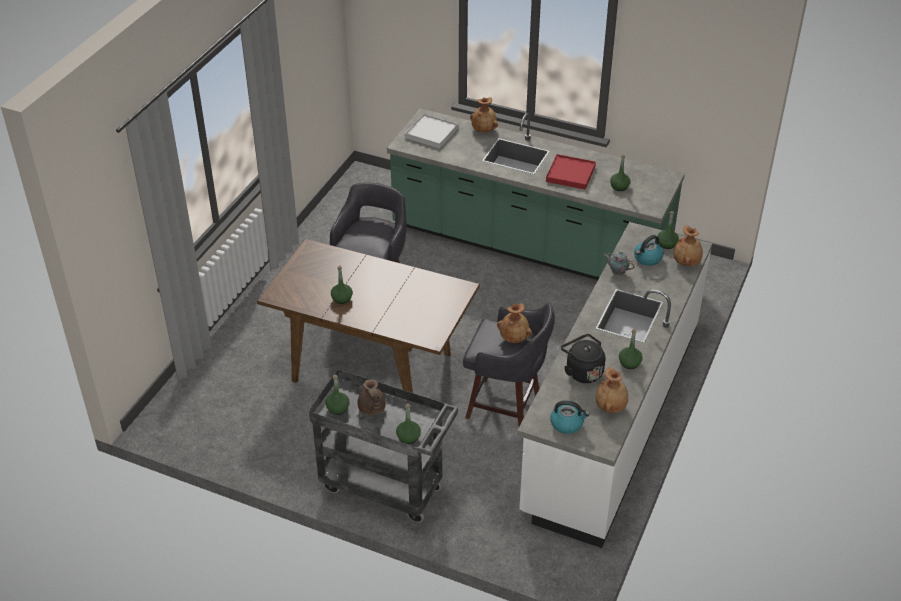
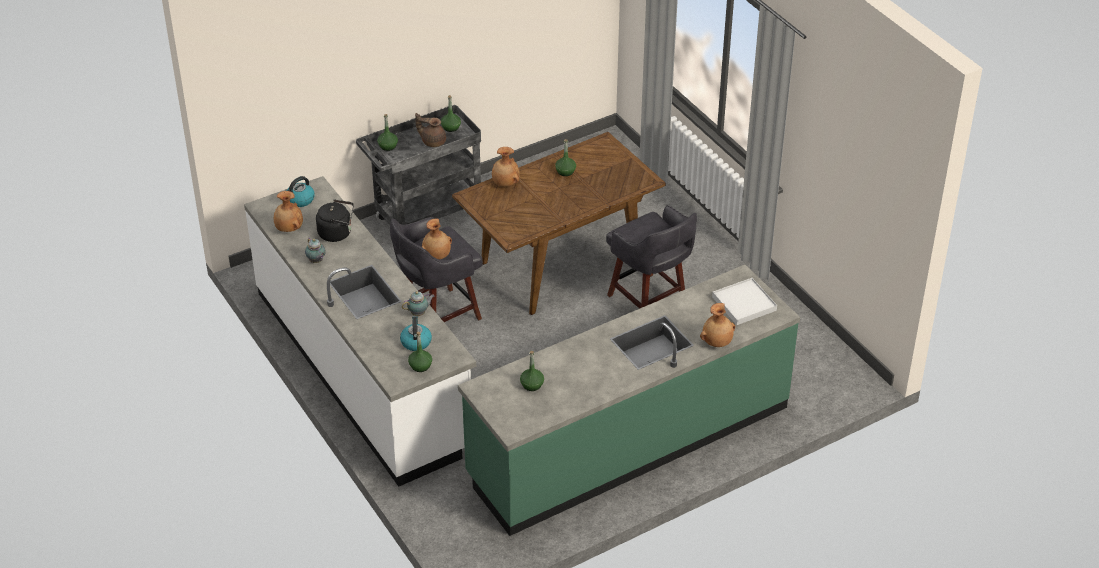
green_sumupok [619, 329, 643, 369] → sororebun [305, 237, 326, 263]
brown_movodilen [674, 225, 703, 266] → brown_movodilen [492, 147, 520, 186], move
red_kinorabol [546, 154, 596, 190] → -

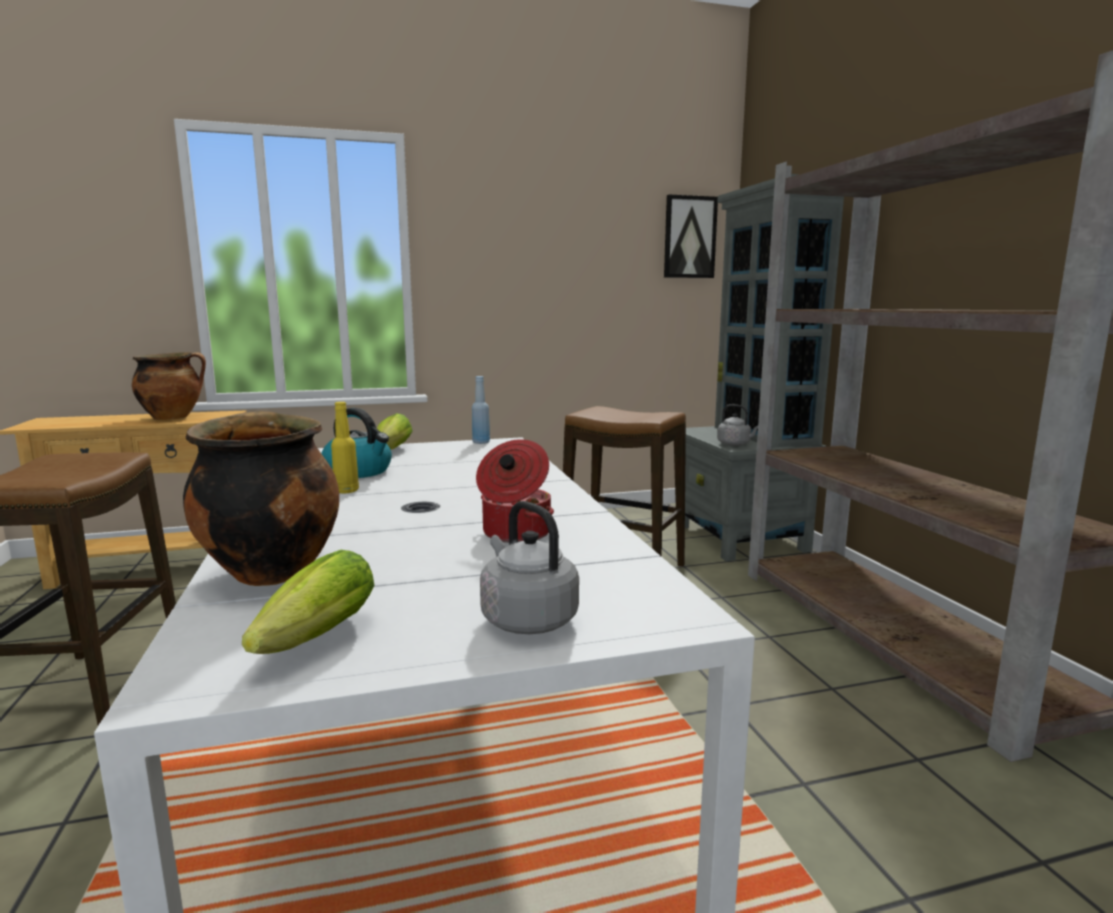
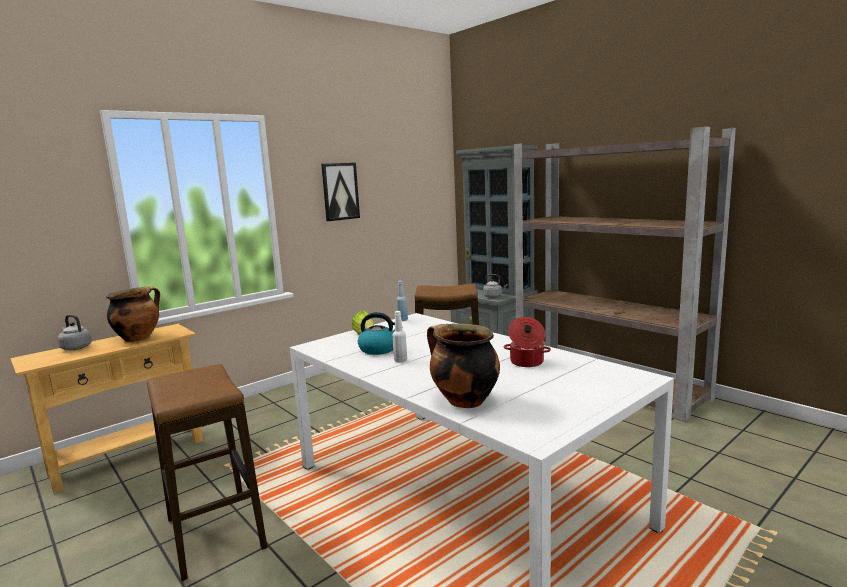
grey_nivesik [480, 501, 579, 634] → grey_nivesik [58, 315, 92, 350], move
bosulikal [664, 195, 718, 278] → bosulikal [321, 163, 360, 221], move
yellow_sumupok [331, 402, 359, 493] → white_sumupok [393, 311, 407, 362]
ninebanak [242, 550, 374, 654] → -

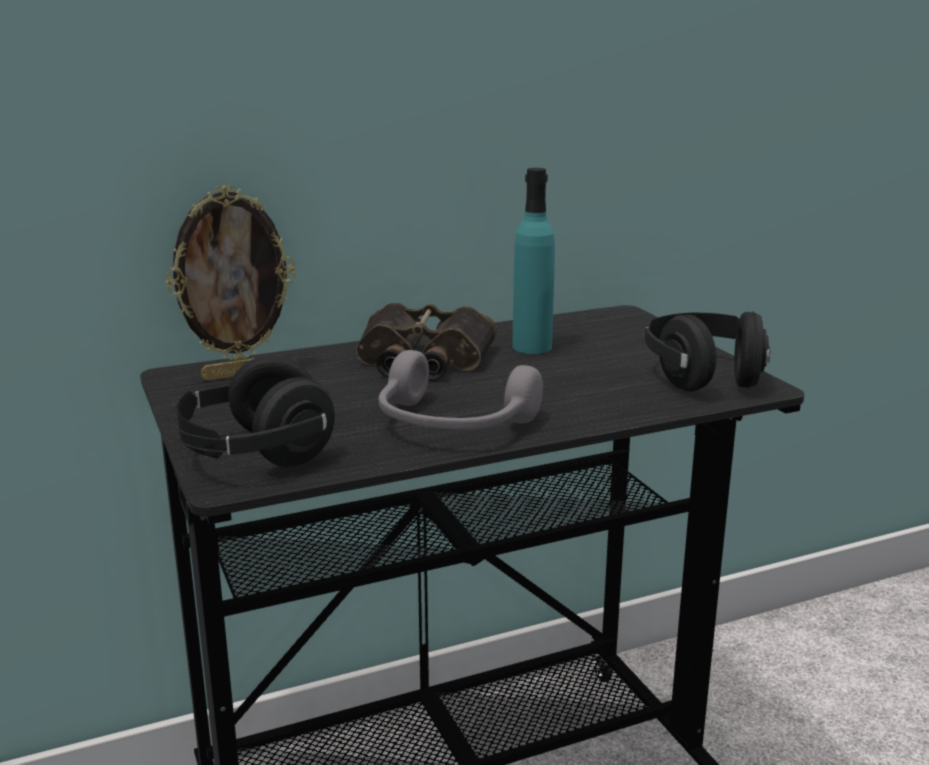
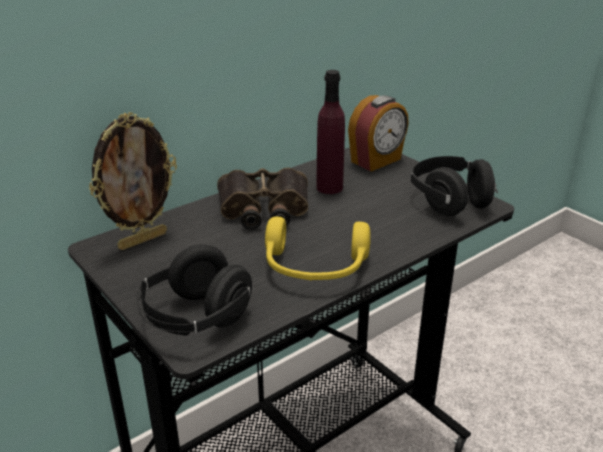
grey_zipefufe [378, 350, 543, 429] → yellow_zipefufe [265, 216, 371, 281]
turquoise_sumupok [512, 168, 555, 354] → purple_sumupok [316, 70, 345, 194]
- → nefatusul [348, 95, 409, 172]

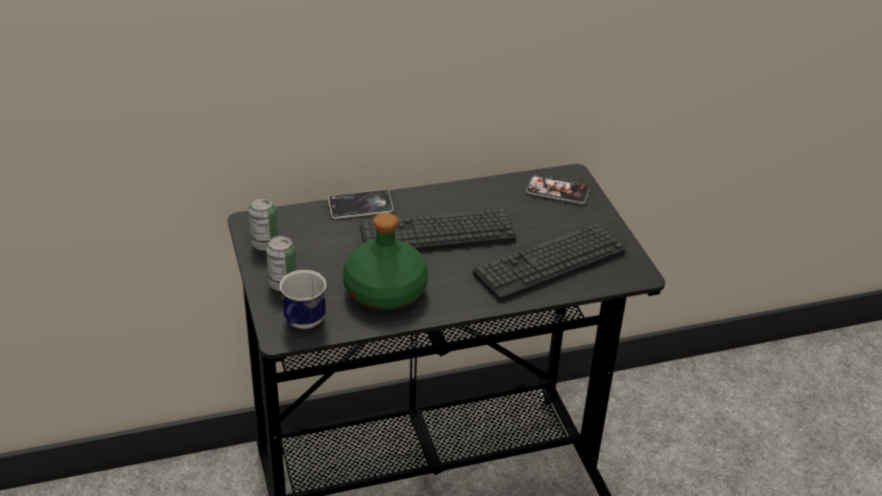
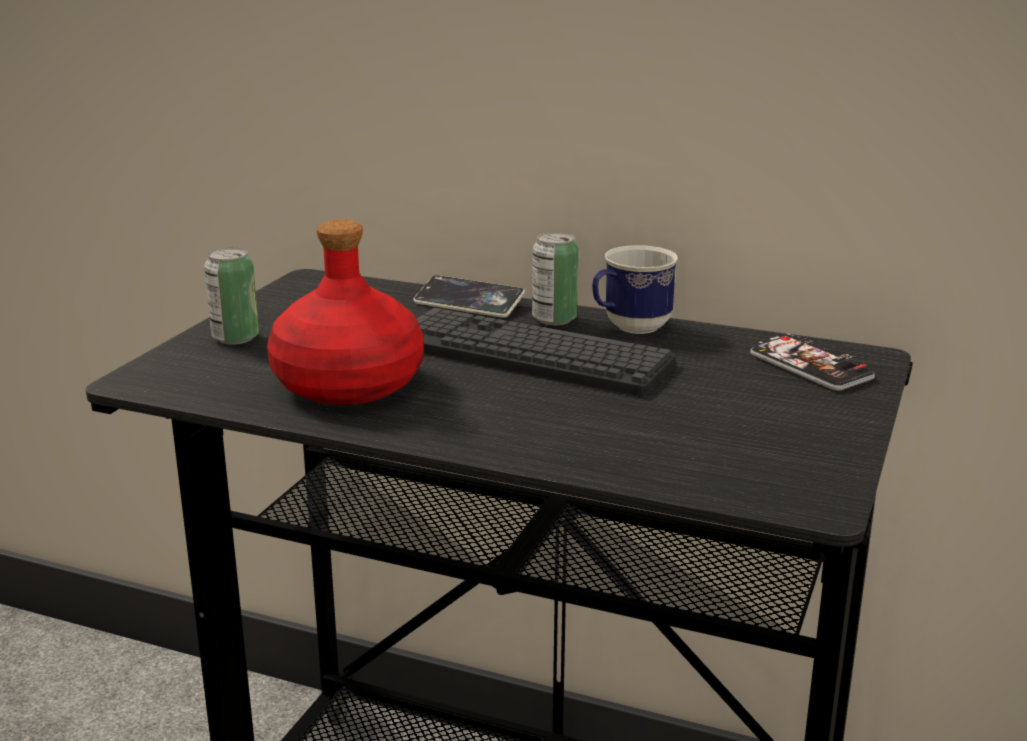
green_sumupok [343, 213, 428, 311] → red_sumupok [267, 220, 424, 405]
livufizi [248, 197, 278, 251] → livufizi [532, 232, 579, 325], move
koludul [280, 270, 326, 329] → koludul [592, 245, 678, 334], move
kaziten [473, 223, 626, 302] → -

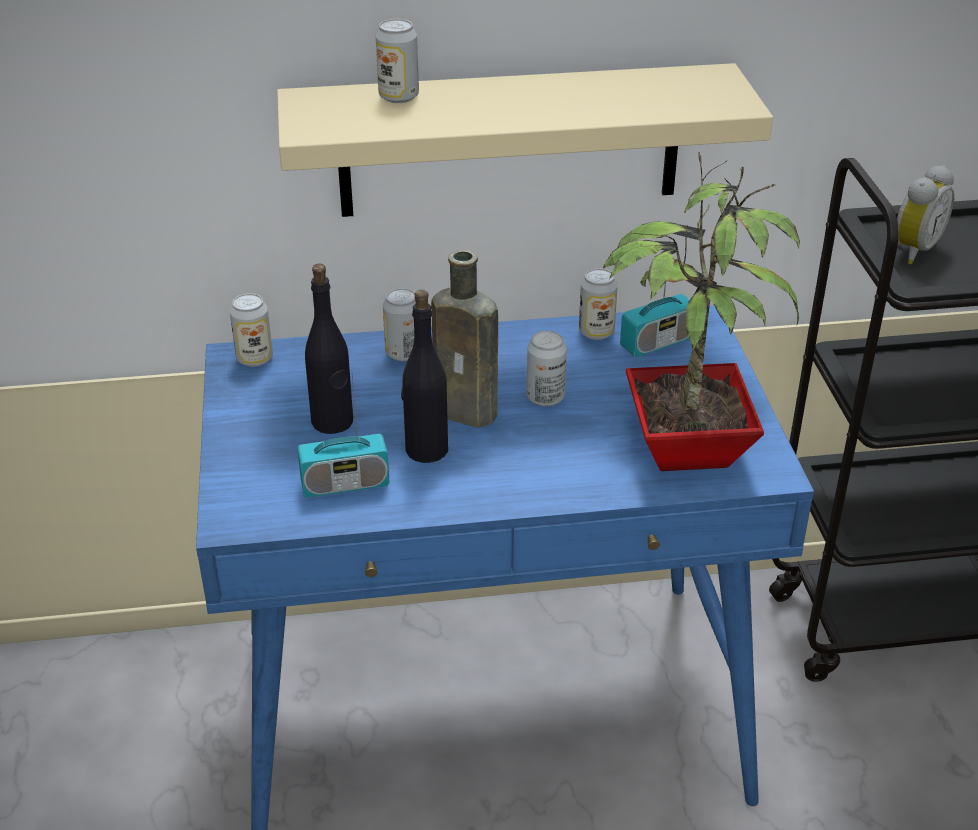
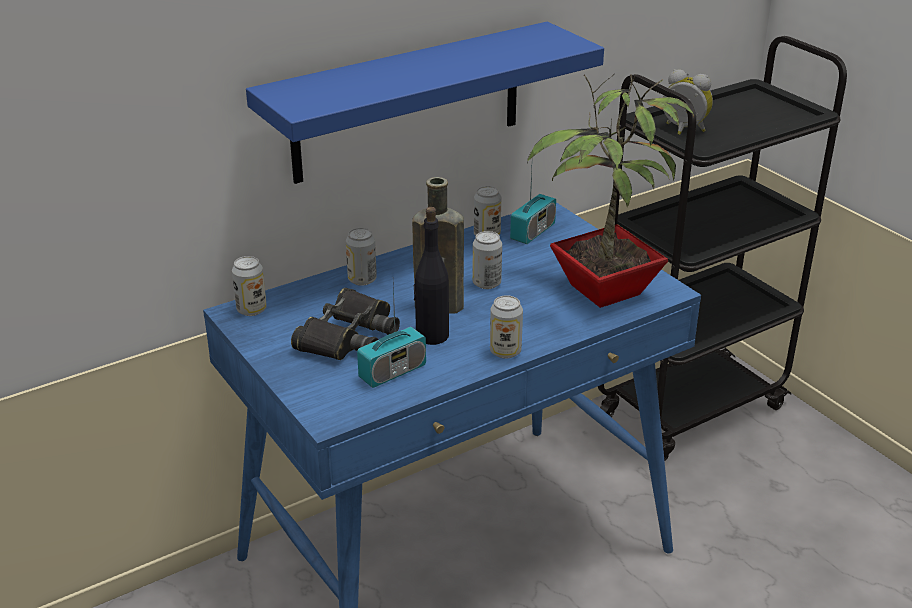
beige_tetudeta [277, 63, 773, 217] → blue_tetudeta [246, 22, 604, 184]
black_sumupok [305, 264, 353, 434] → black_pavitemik [291, 288, 400, 360]
livufizi [376, 19, 419, 103] → livufizi [490, 295, 523, 359], move
nefatusul [897, 165, 954, 264] → nefatusul [663, 69, 713, 135], 75 degrees counterclockwise

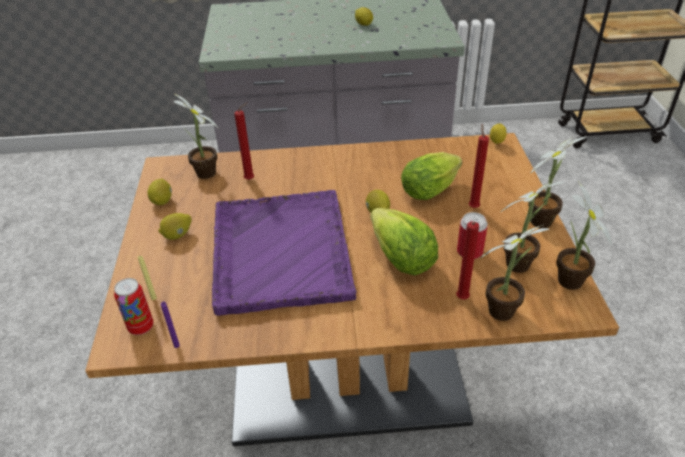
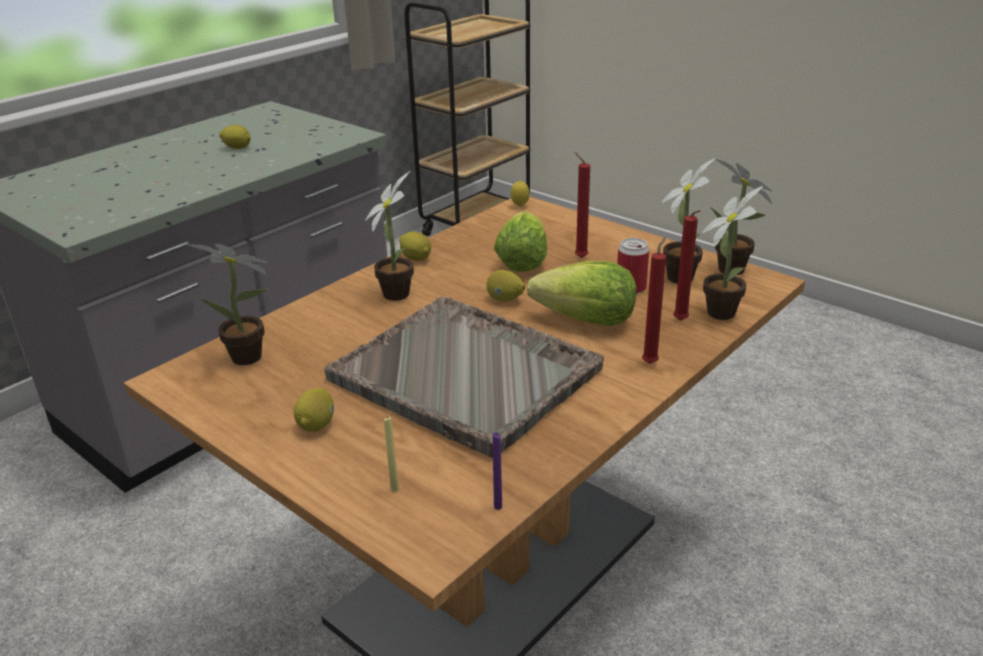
purple_kinorabol [212, 190, 357, 316] → grey_kinorabol [324, 296, 604, 458]
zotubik [528, 137, 586, 228] → zotubik [364, 171, 414, 301], move
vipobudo [147, 179, 172, 205] → vipobudo [399, 231, 431, 261], move
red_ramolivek [234, 103, 254, 180] → red_ramolivek [642, 237, 666, 364], move
livufizi [114, 278, 153, 335] → -

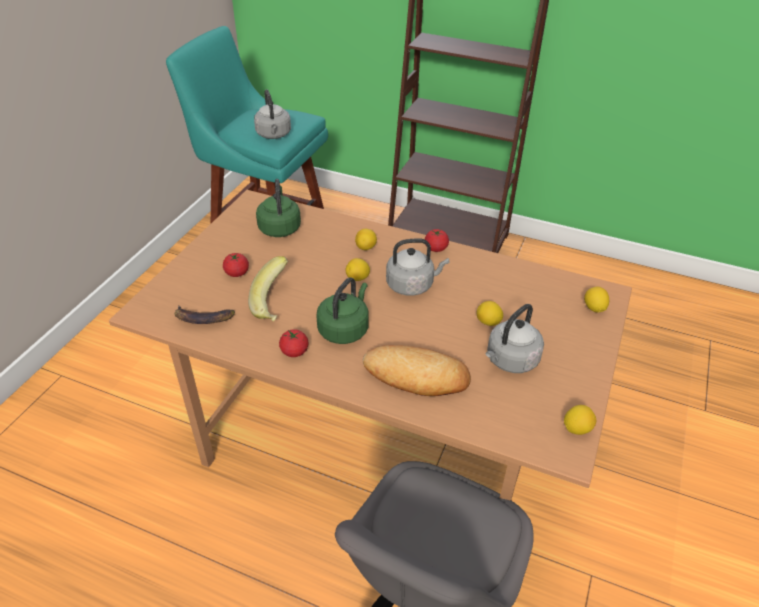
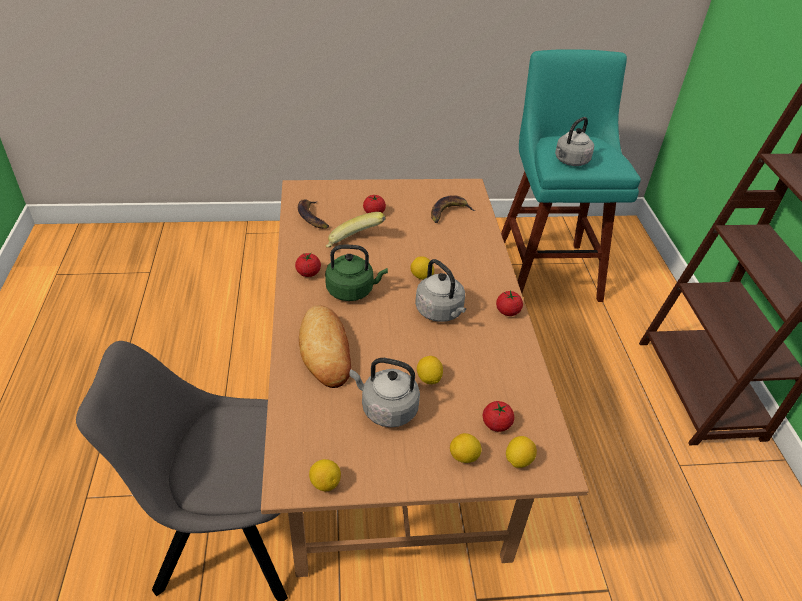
green_nivesik [256, 179, 301, 237] → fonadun [431, 195, 476, 223]
vipobudo [355, 229, 377, 250] → vipobudo [450, 433, 482, 463], move
- → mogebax [483, 401, 514, 432]

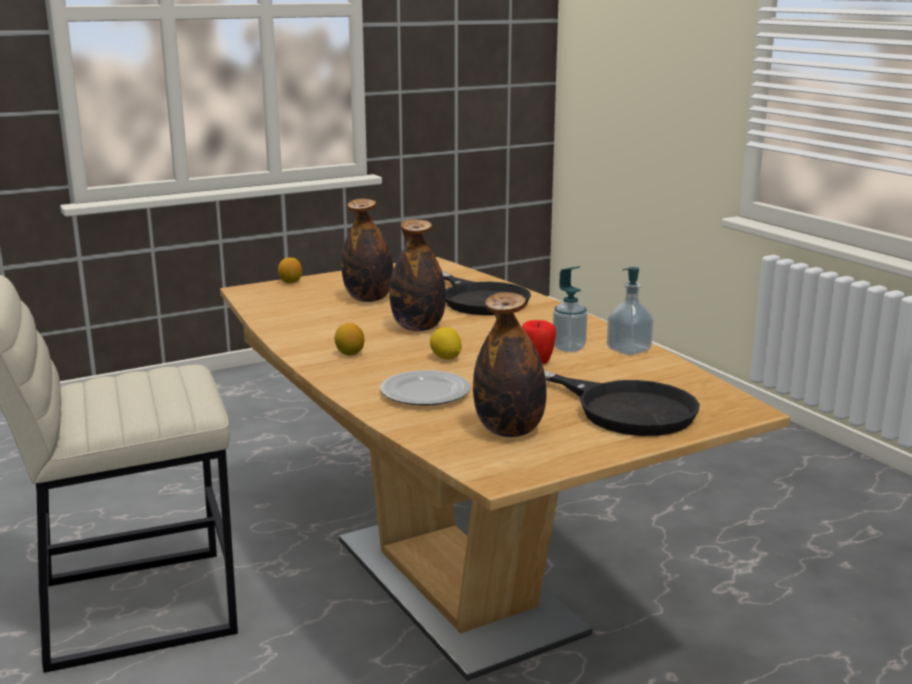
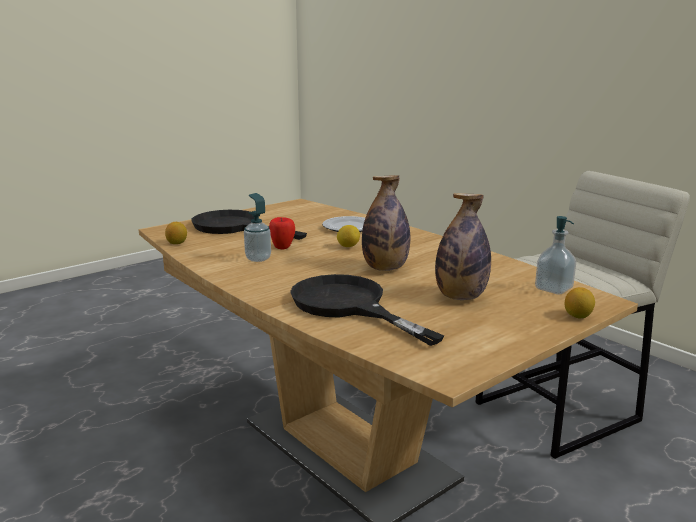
vipobudo [334, 323, 364, 355] → vipobudo [165, 222, 187, 244], move
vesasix [607, 267, 654, 355] → vesasix [535, 216, 576, 294], move
sumupok [473, 292, 547, 437] → -

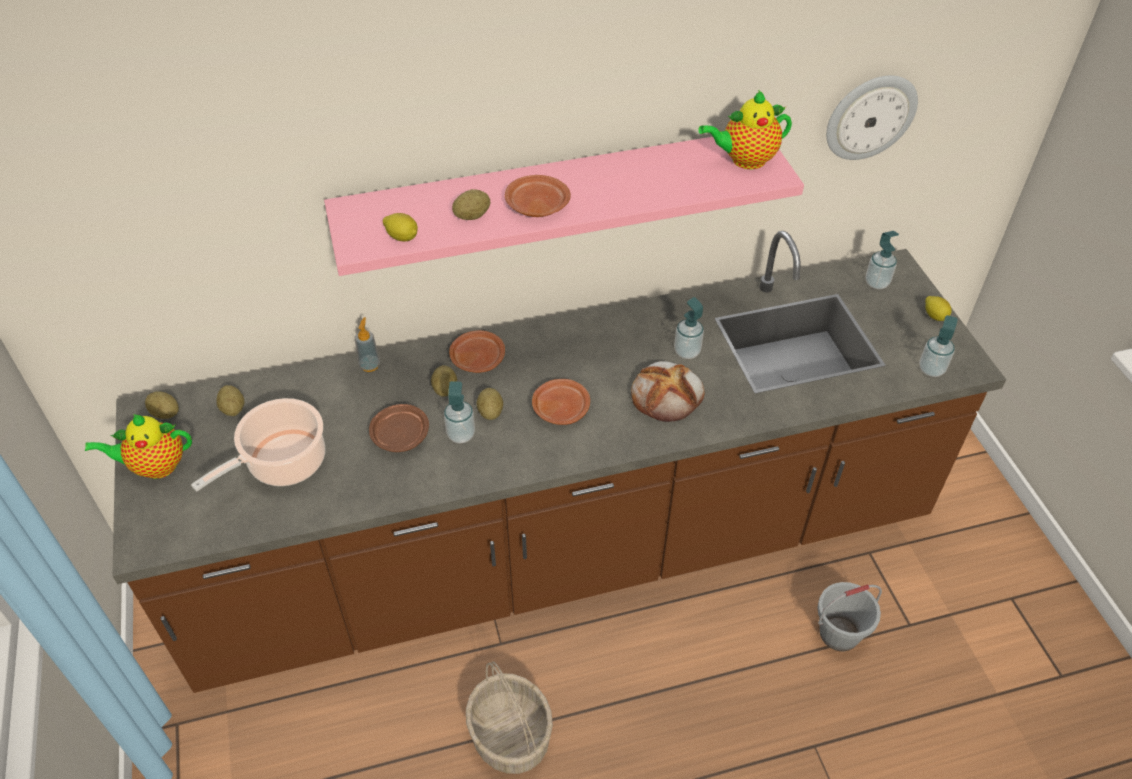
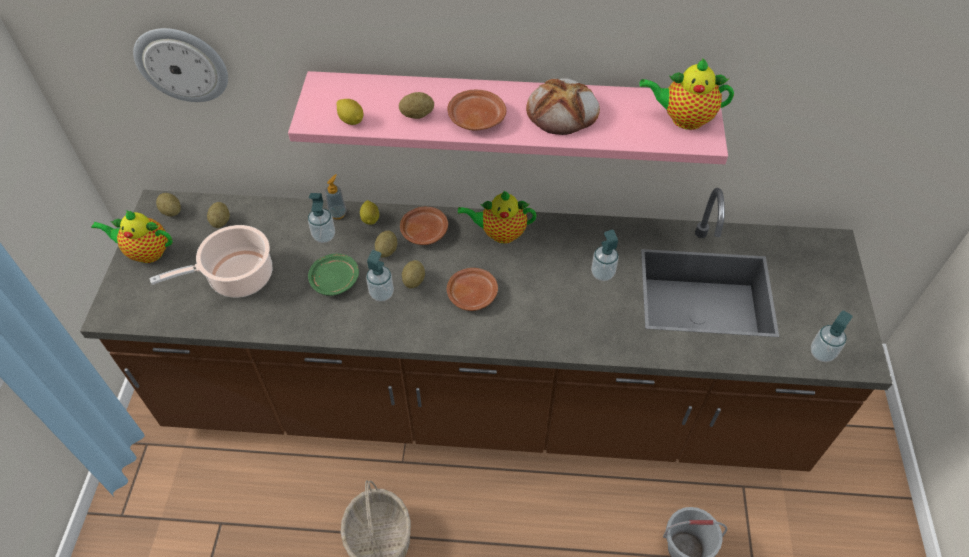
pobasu [826, 76, 918, 160] → pobasu [133, 28, 228, 102], move
vesasix [866, 231, 899, 289] → vesasix [308, 193, 335, 243], move
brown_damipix [369, 404, 429, 452] → green_damipix [308, 254, 359, 296]
vipobudo [925, 296, 952, 321] → vipobudo [360, 200, 379, 225], move
- → sororebun [458, 191, 536, 244]
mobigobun [631, 361, 704, 422] → mobigobun [526, 78, 600, 135], move

